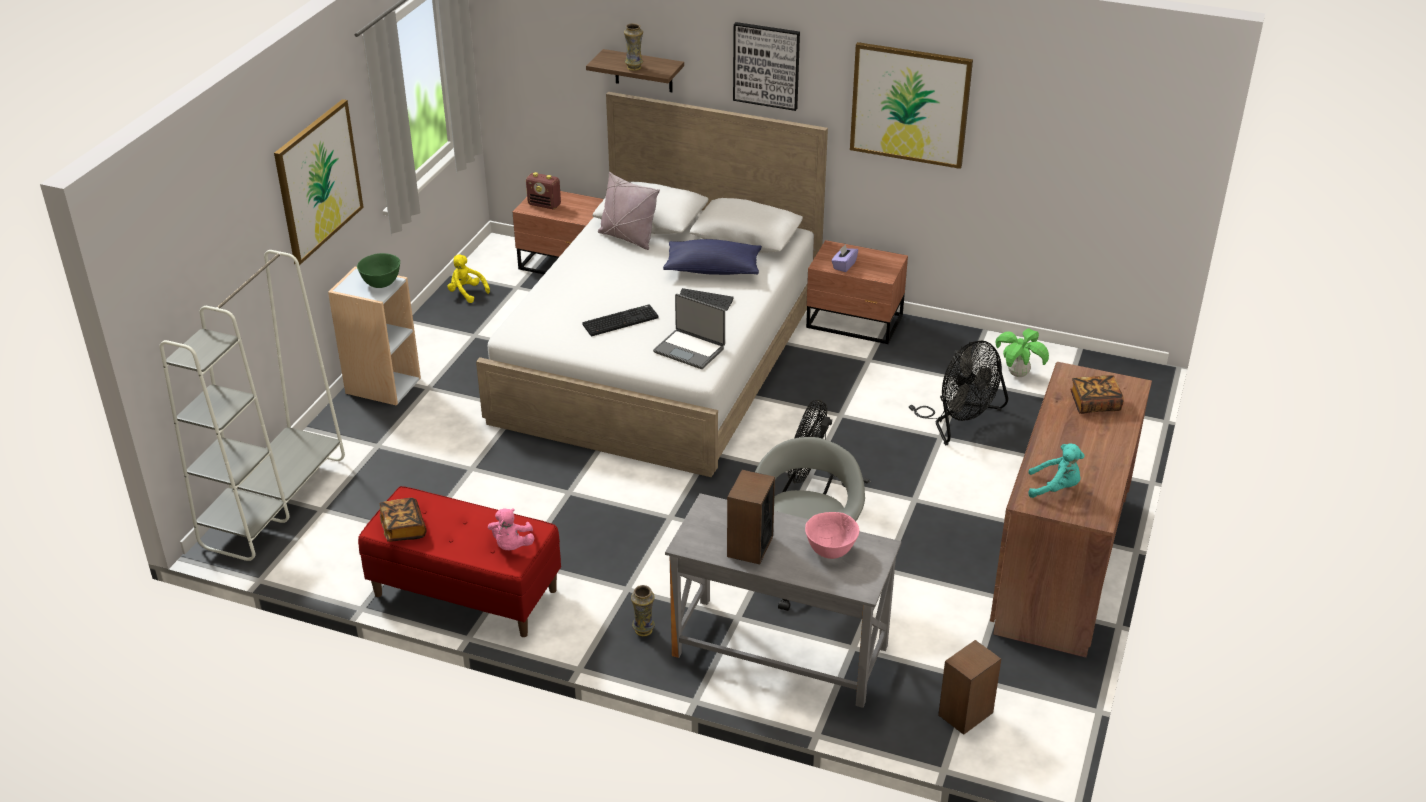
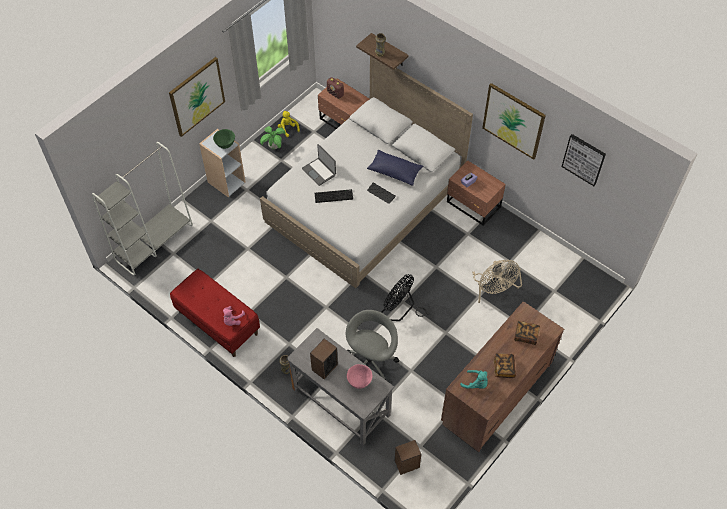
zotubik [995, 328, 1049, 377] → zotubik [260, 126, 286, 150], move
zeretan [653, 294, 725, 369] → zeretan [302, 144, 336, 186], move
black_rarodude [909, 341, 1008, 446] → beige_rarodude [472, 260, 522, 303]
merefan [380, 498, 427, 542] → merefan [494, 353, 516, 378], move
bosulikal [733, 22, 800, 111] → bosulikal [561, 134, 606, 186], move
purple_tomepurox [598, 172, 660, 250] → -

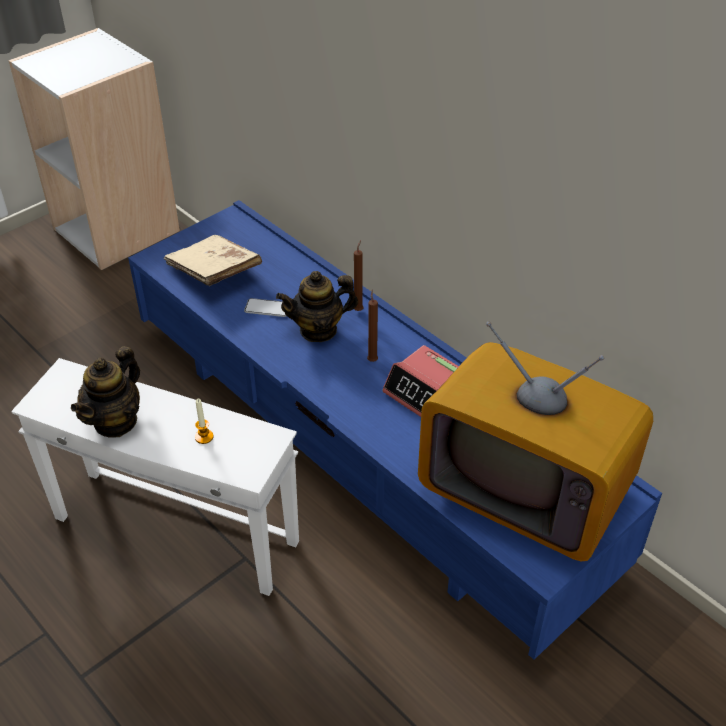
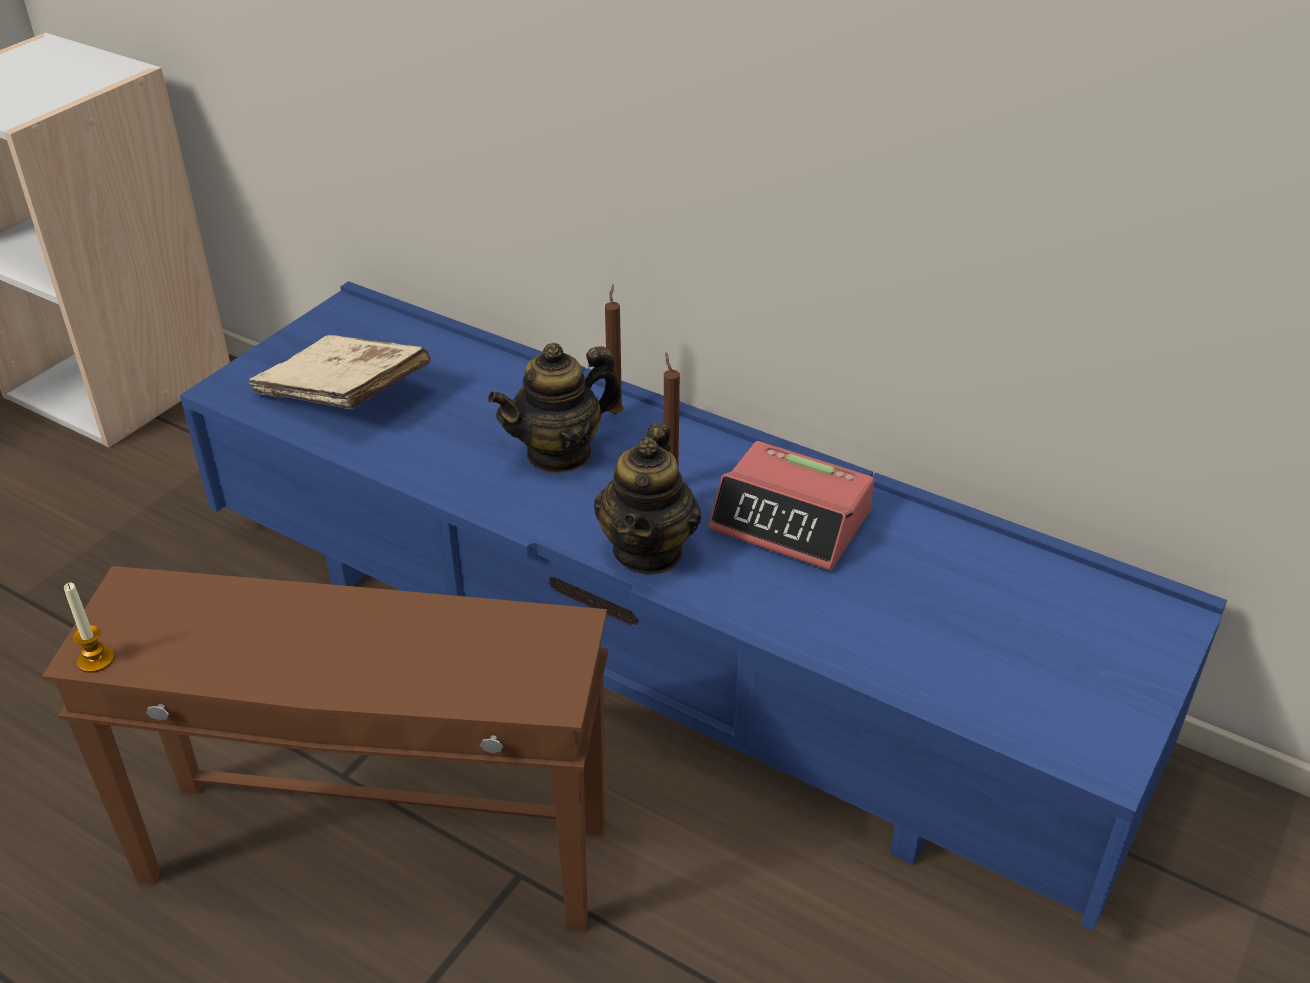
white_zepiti [11, 358, 299, 596] → brown_zepiti [42, 566, 608, 932]
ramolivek [195, 399, 214, 444] → ramolivek [64, 583, 114, 673], move
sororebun [71, 346, 140, 438] → sororebun [594, 423, 701, 575], move
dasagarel [244, 298, 286, 317] → -
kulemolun [418, 322, 653, 562] → -

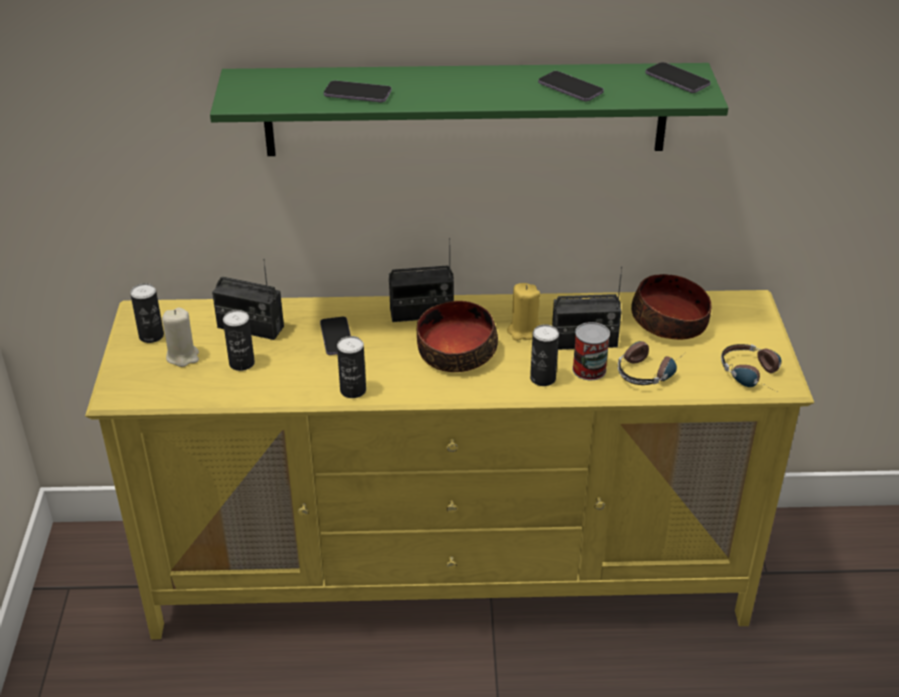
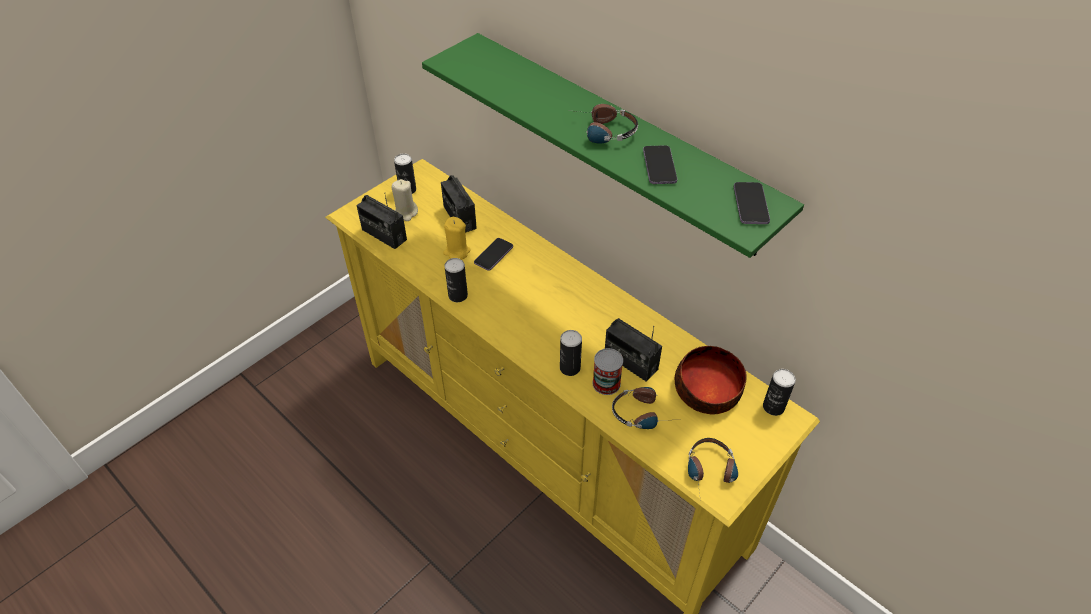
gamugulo [389, 238, 454, 322] → gamugulo [356, 193, 407, 249], move
yellow_ramolivek [507, 283, 541, 341] → yellow_ramolivek [443, 217, 471, 260], move
- → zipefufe [578, 104, 638, 144]
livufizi [223, 310, 255, 371] → livufizi [763, 369, 796, 416], move
dasagarel [324, 81, 392, 103] → -
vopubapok [417, 301, 498, 372] → -

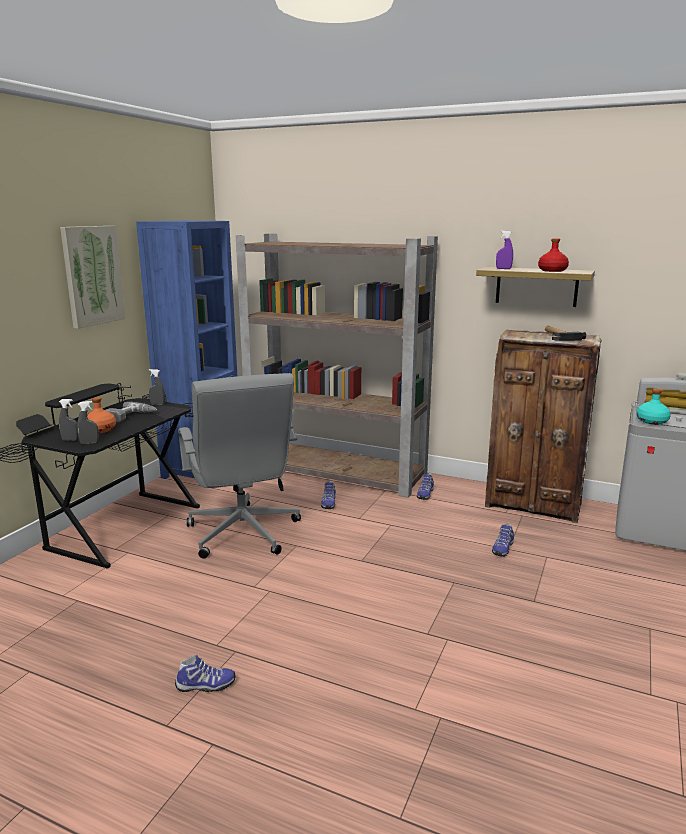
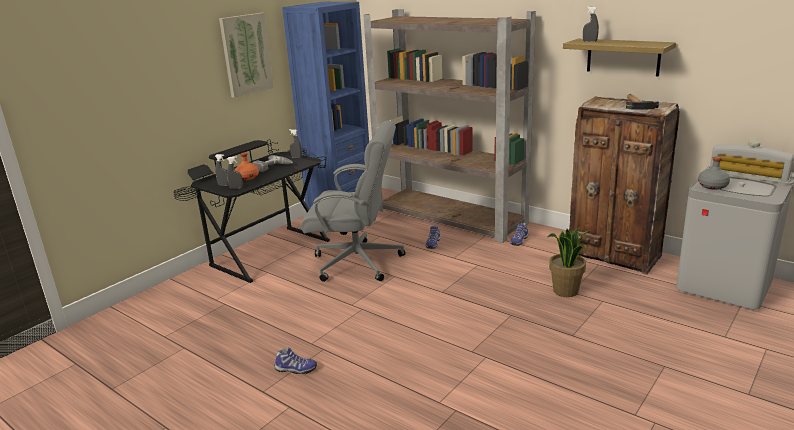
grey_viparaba [178, 373, 301, 559] → grey_viparaba [301, 121, 405, 282], 75 degrees counterclockwise
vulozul [492, 523, 514, 557] → zotubik [547, 227, 590, 297]
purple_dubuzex [496, 230, 513, 269] → grey_dubuzex [583, 6, 599, 42]
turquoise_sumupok [636, 389, 671, 425] → grey_sumupok [698, 156, 730, 190]
red_sumupok [538, 238, 569, 272] → -

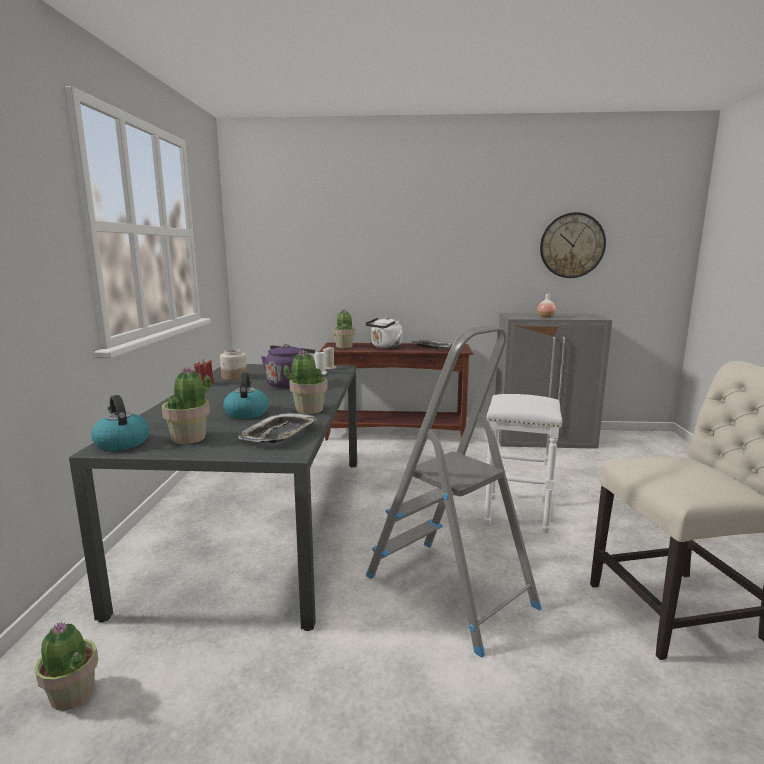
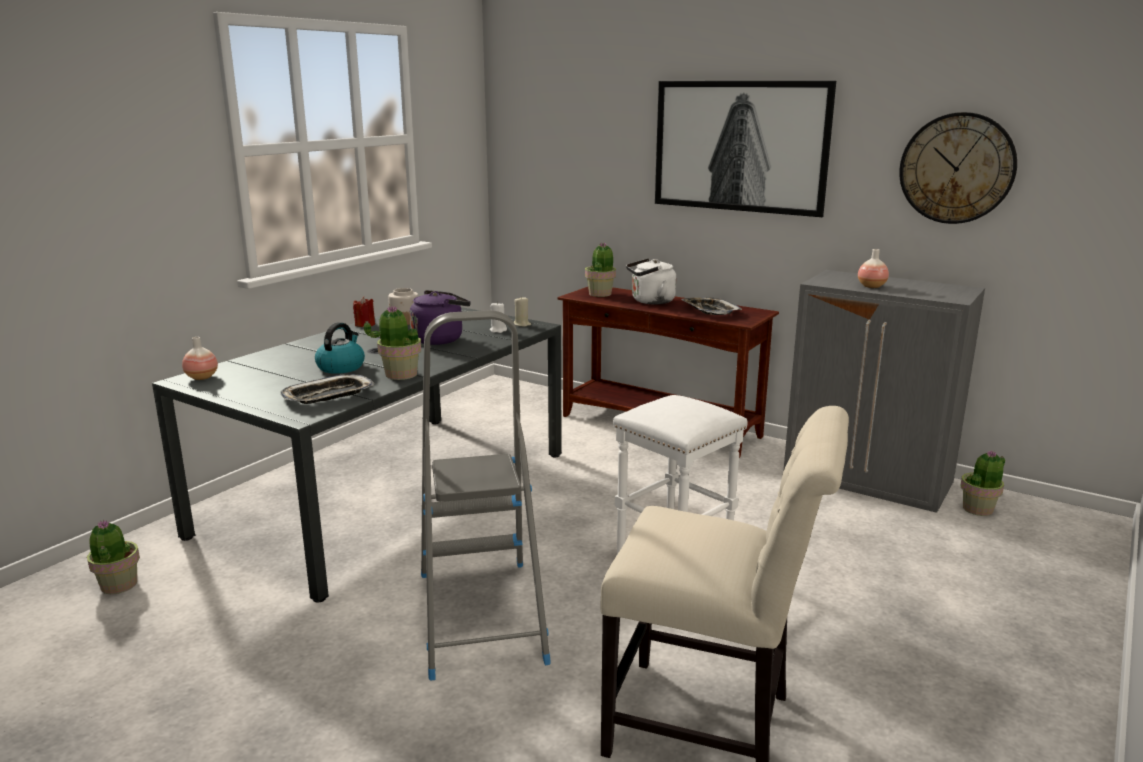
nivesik [91, 395, 149, 451] → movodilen [182, 337, 218, 380]
- → bosulikal [655, 81, 836, 217]
zotubik [162, 367, 211, 444] → zotubik [961, 450, 1005, 516], move

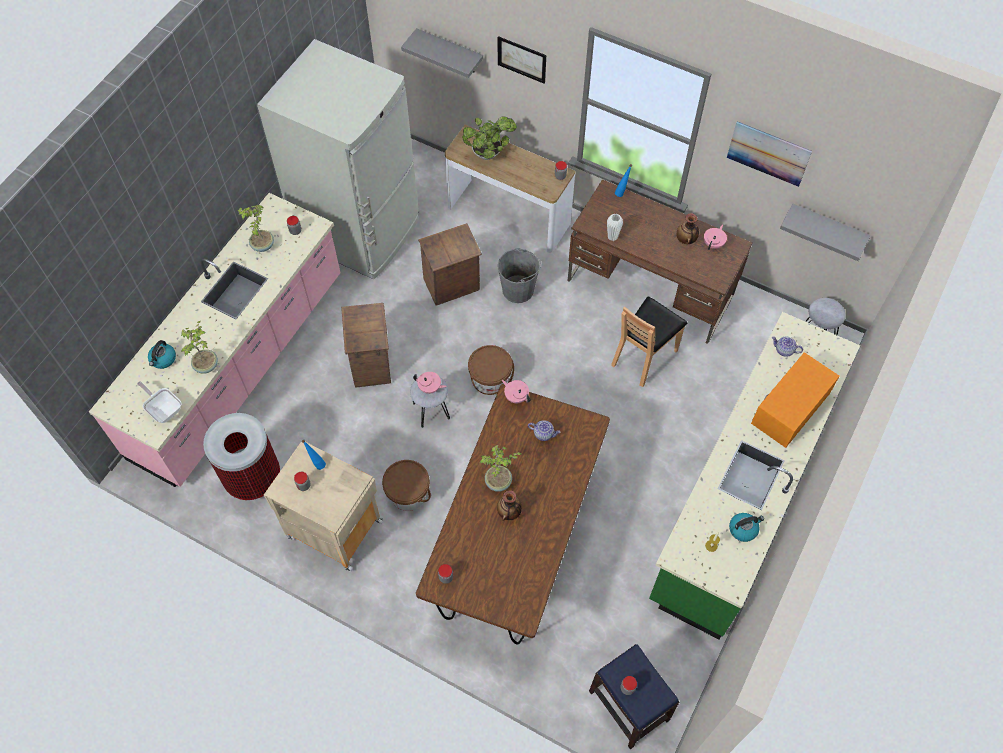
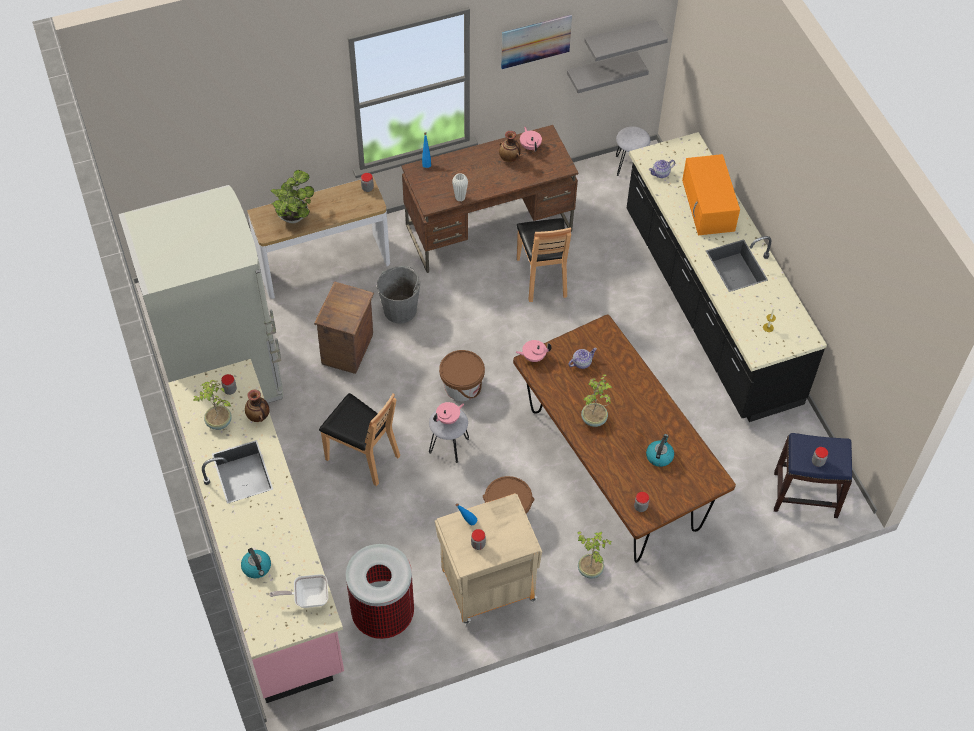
movodilen [497, 490, 522, 521] → movodilen [245, 389, 270, 422], move
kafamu [341, 303, 391, 387] → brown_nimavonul [319, 393, 400, 486]
zotubik [181, 321, 218, 374] → zotubik [577, 531, 611, 579], move
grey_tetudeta [401, 28, 483, 78] → grey_tetudeta [584, 19, 668, 61], move
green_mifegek [649, 312, 860, 639] → black_mifegek [627, 132, 827, 422]
nivesik [729, 513, 764, 542] → nivesik [646, 434, 674, 467], move
bosulikal [498, 36, 546, 84] → -

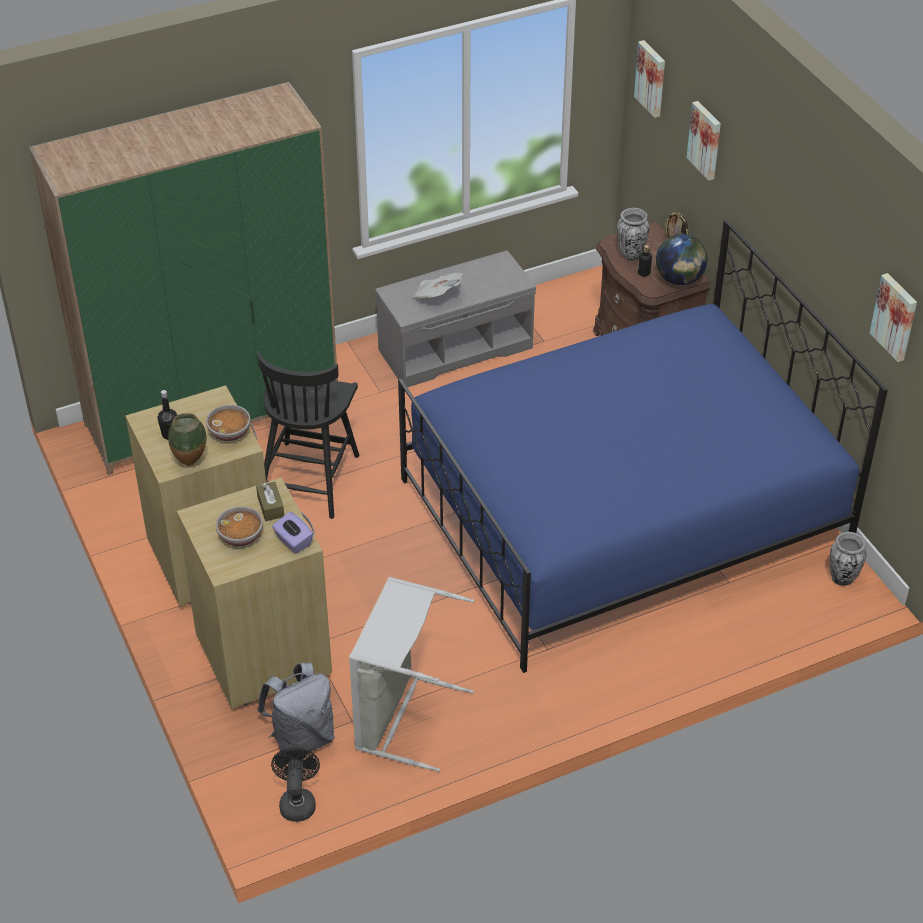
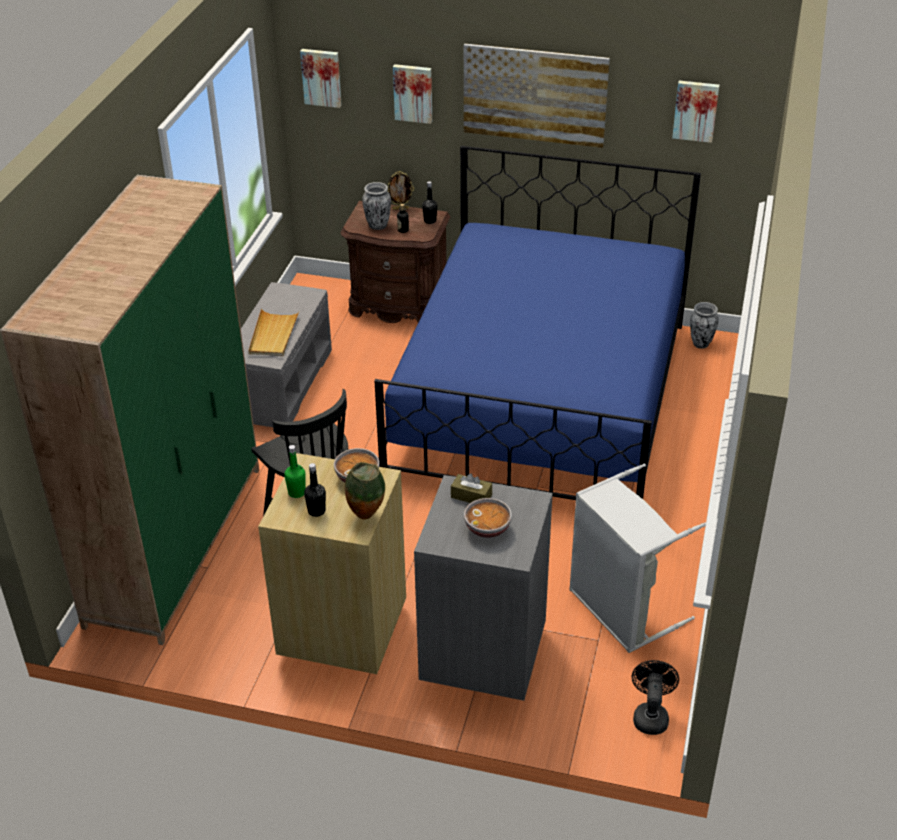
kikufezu [412, 273, 463, 298] → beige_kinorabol [248, 309, 299, 356]
- → green_sumupok [284, 445, 306, 498]
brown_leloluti [177, 478, 332, 708] → grey_leloluti [414, 475, 553, 701]
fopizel [656, 234, 707, 285] → black_sumupok [422, 181, 437, 224]
- → bosulikal [464, 43, 610, 148]
black_rarodude [271, 747, 320, 822] → black_rarodude [632, 660, 679, 735], 60 degrees clockwise
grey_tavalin [257, 662, 334, 760] → -
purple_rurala [272, 512, 313, 554] → -

